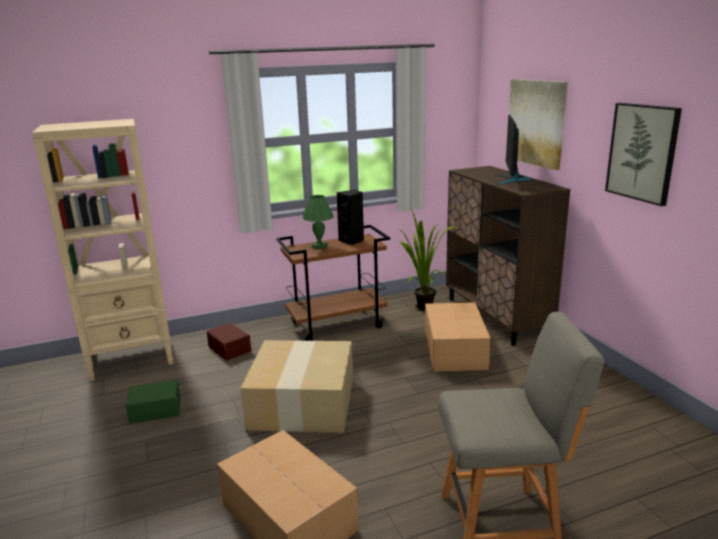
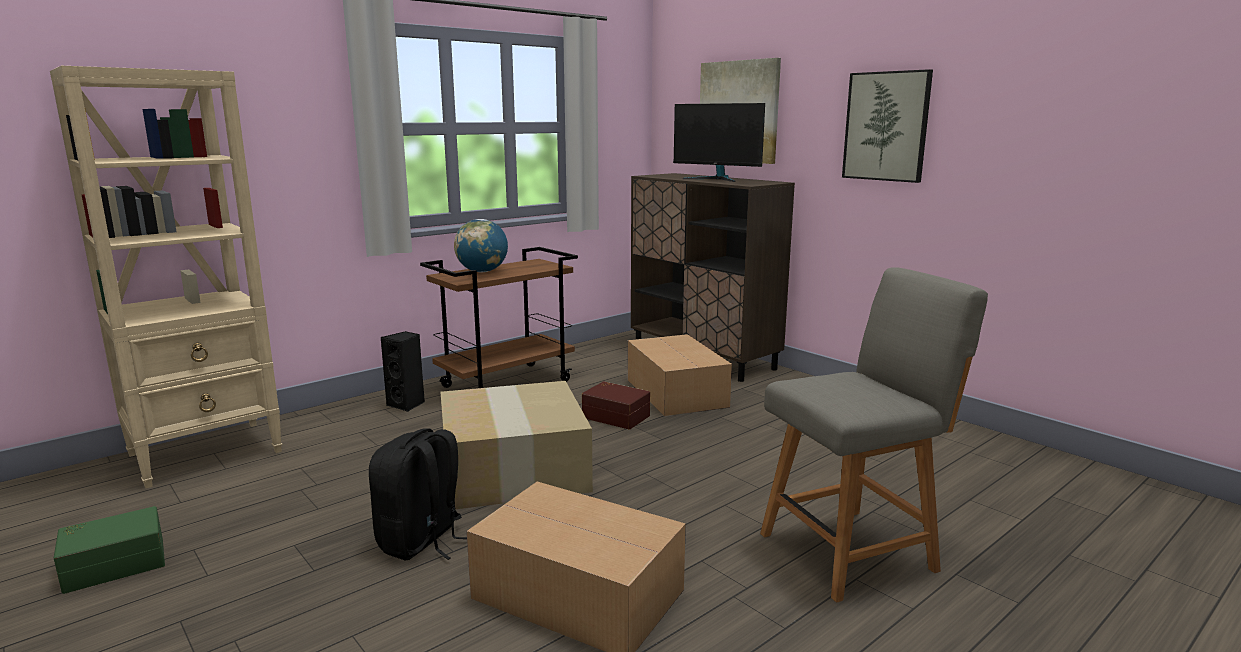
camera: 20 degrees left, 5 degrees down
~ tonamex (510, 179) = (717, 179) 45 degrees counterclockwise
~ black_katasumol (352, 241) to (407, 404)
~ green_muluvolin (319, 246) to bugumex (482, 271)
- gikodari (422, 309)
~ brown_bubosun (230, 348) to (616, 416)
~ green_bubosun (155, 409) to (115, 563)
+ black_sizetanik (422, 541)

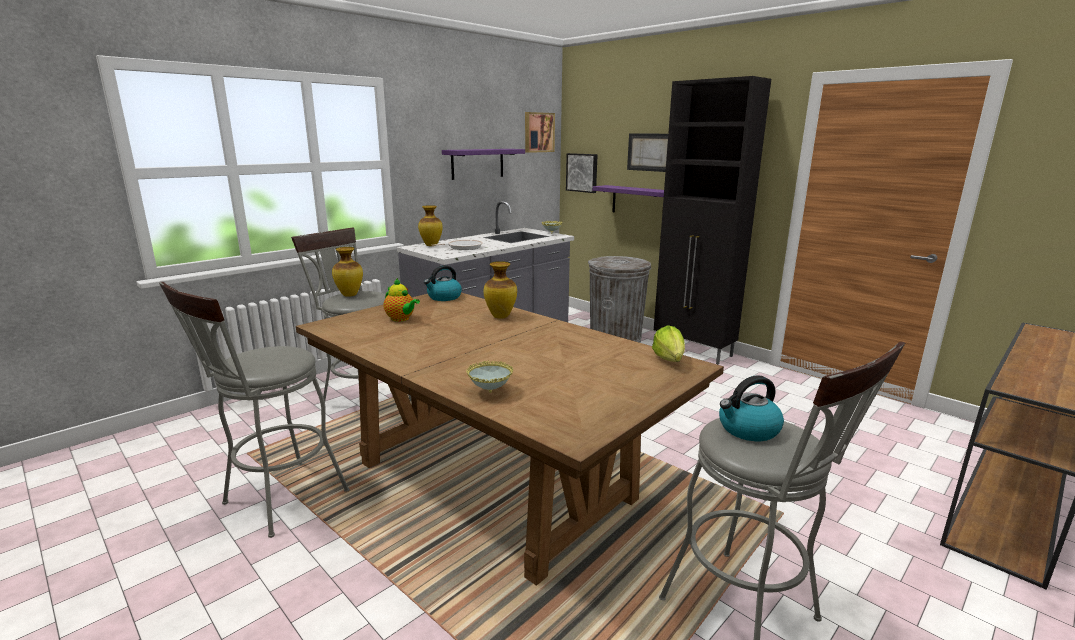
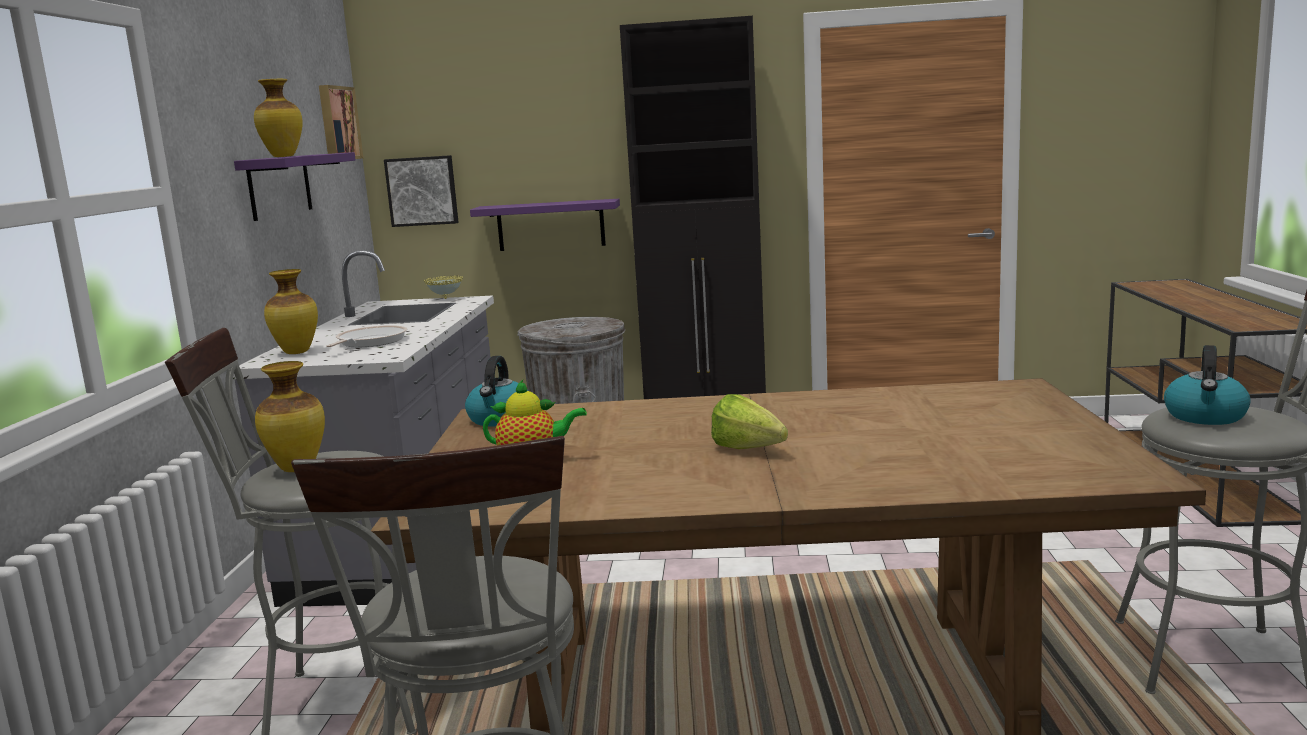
camera: 40 degrees left, 5 degrees down
- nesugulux (649, 152)
~ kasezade (500, 316) to (282, 156)
~ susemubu (669, 362) to (752, 451)
- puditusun (490, 392)

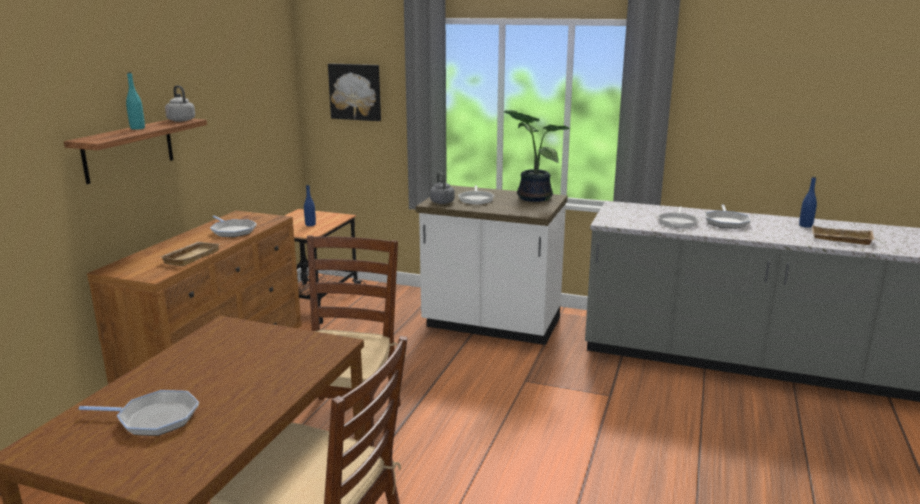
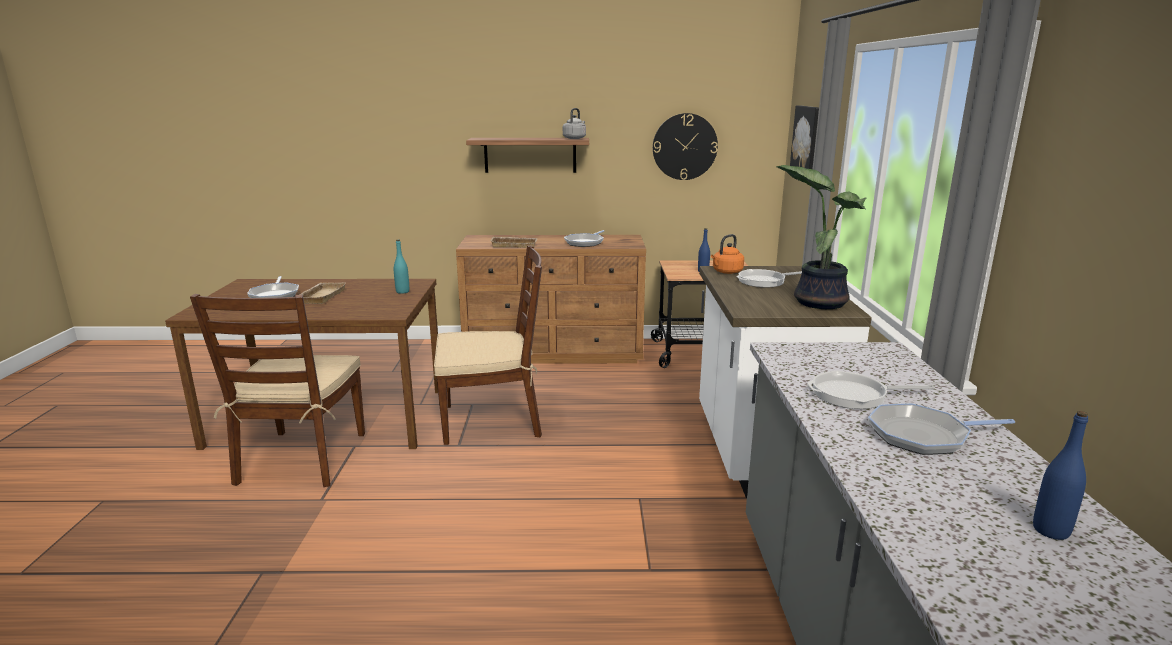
camera: 70 degrees right, 0 degrees up
~ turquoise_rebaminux (137, 128) to (402, 291)
~ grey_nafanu (442, 203) to orange_nafanu (726, 272)
~ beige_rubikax (840, 239) to (321, 296)
+ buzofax (684, 146)

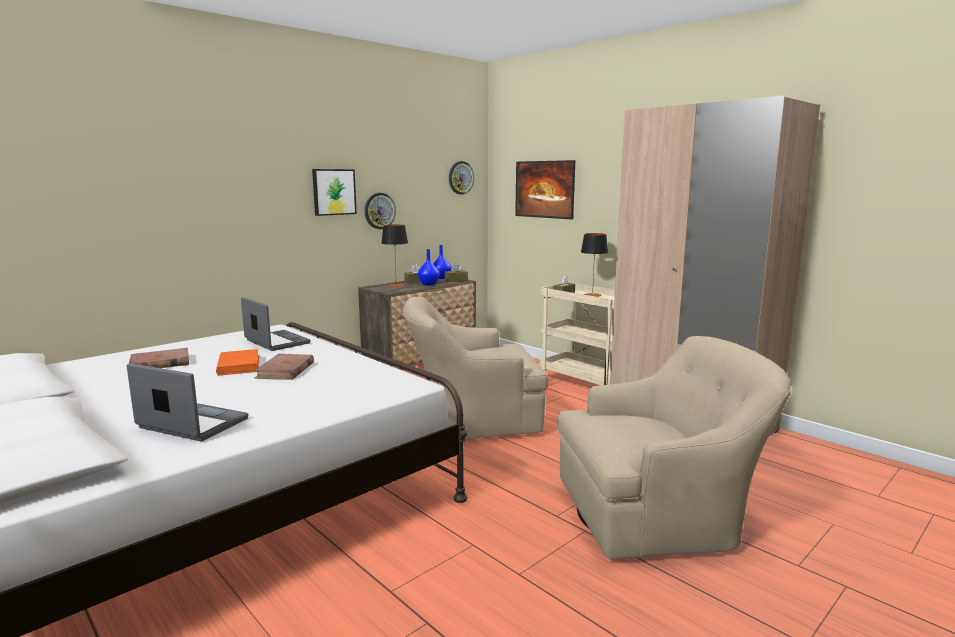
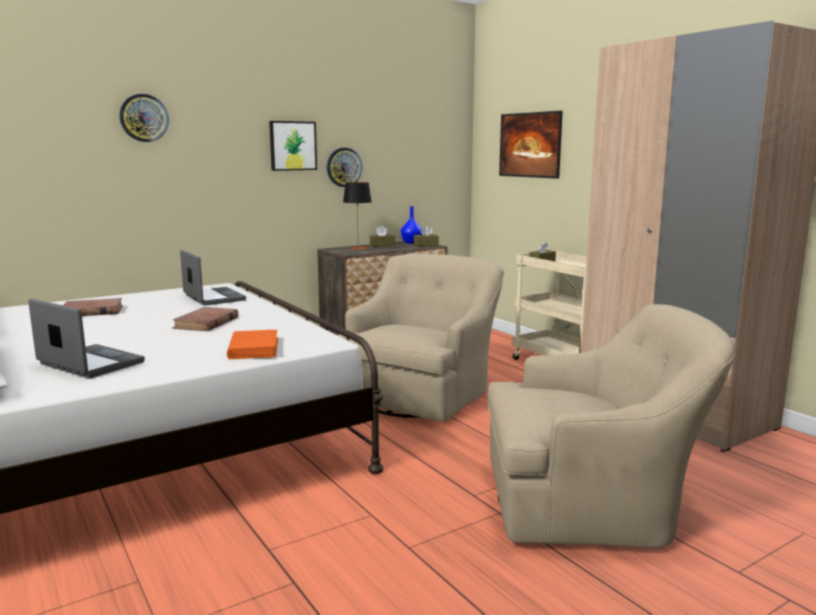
camera: 10 degrees right, 0 degrees up
~ buzofax (460, 178) to (144, 118)
- muluvolin (592, 295)
- blue_kasezade (429, 284)
~ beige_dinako (471, 418) = (420, 393) 120 degrees clockwise
~ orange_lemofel (239, 365) to (254, 348)

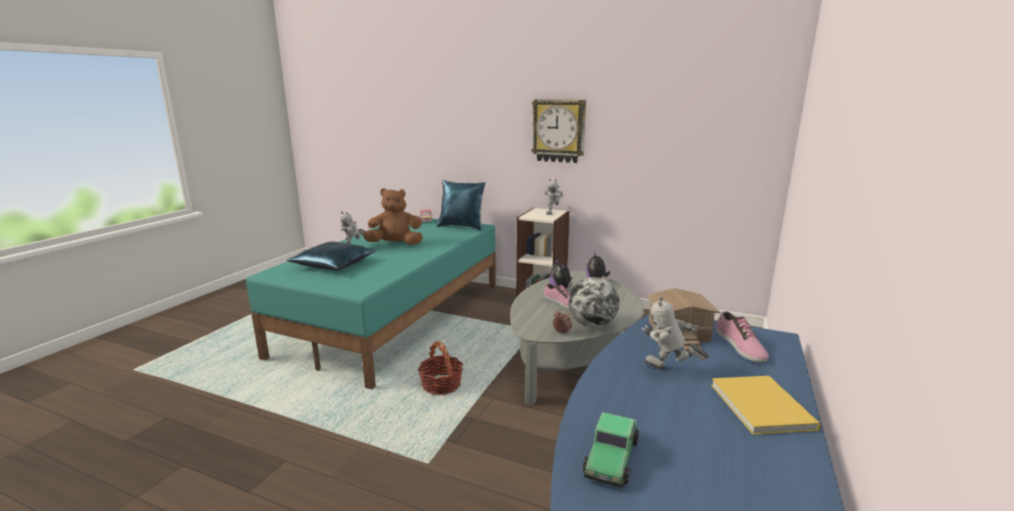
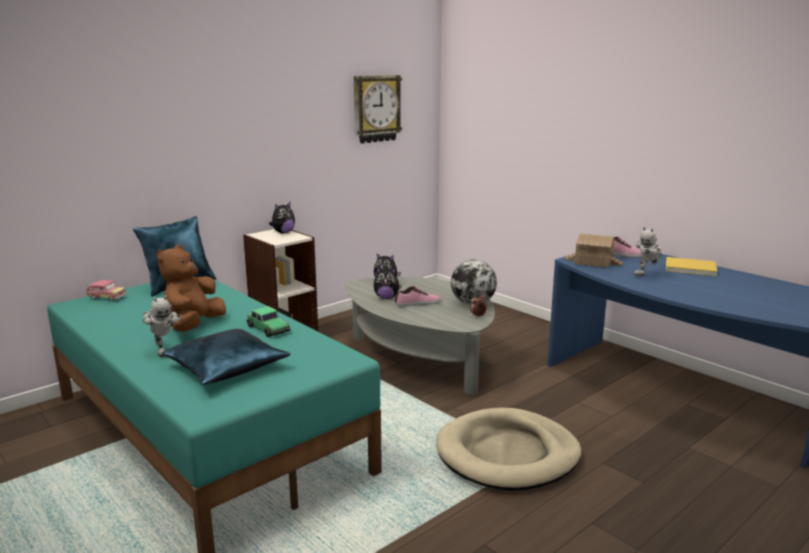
camera: 65 degrees left, 0 degrees up
~ buzofax (559, 131) to (376, 109)
~ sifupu (553, 213) to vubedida (283, 232)
- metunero (441, 385)
~ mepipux (611, 457) to (268, 329)
+ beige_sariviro (507, 454)

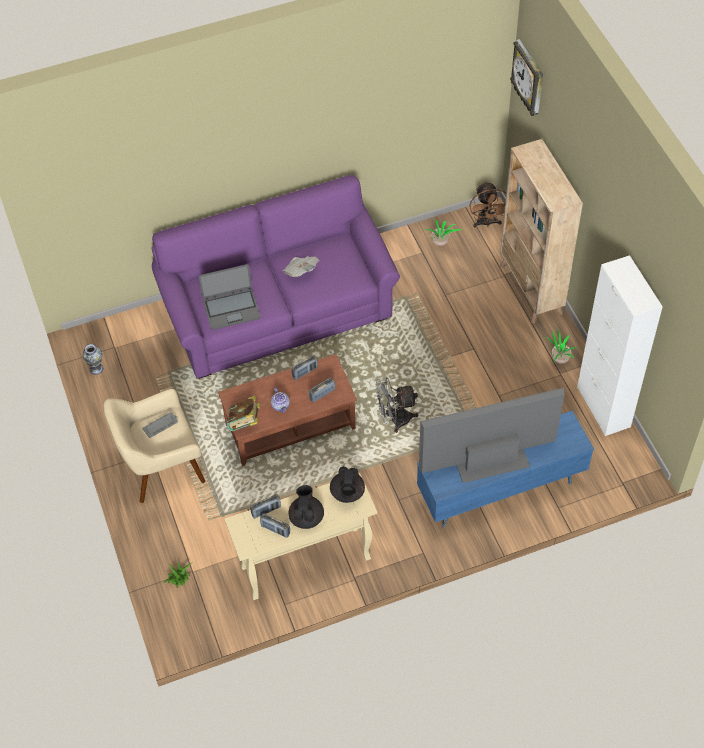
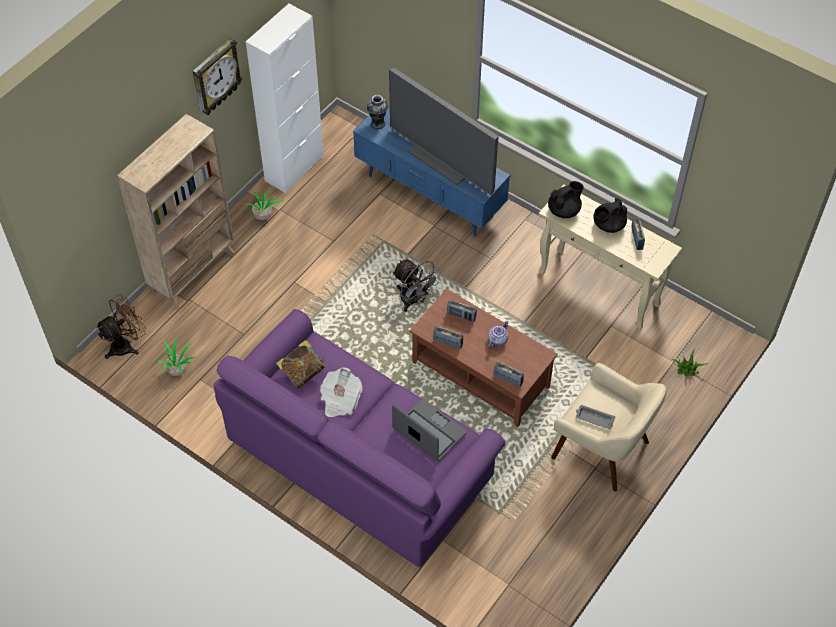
camera: 125 degrees left, 0 degrees up
~ buzofax (529, 79) to (215, 77)
~ kasezade (96, 368) to (378, 124)
~ lemofel (245, 422) to (302, 372)
~ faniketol (266, 511) to (508, 379)

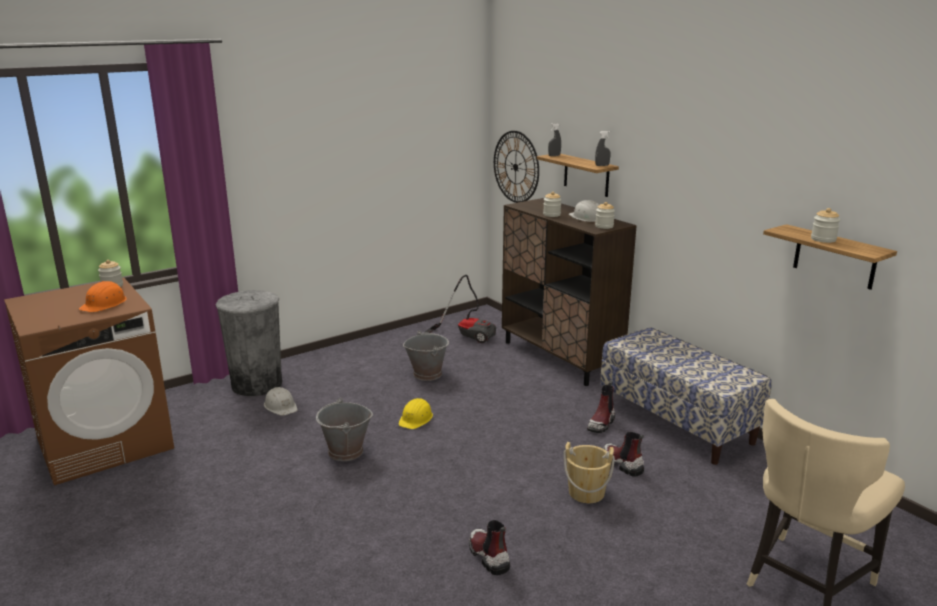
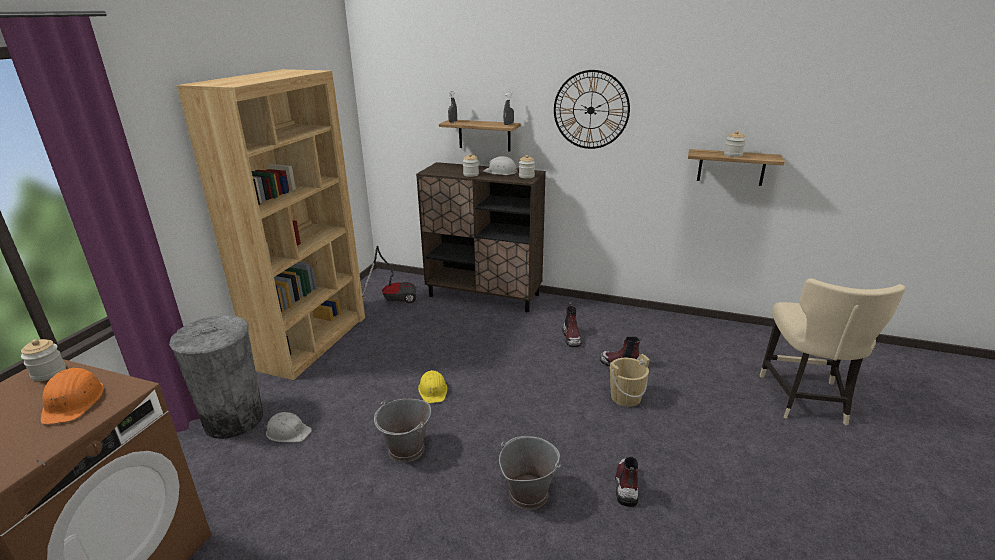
camera: 35 degrees left, 5 degrees up
~ buzofax (515, 167) to (591, 110)
- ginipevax (677, 423)
~ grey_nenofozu (427, 374) to (528, 493)
~ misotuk (488, 556) = (626, 485) 75 degrees clockwise
+ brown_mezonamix (312, 341)

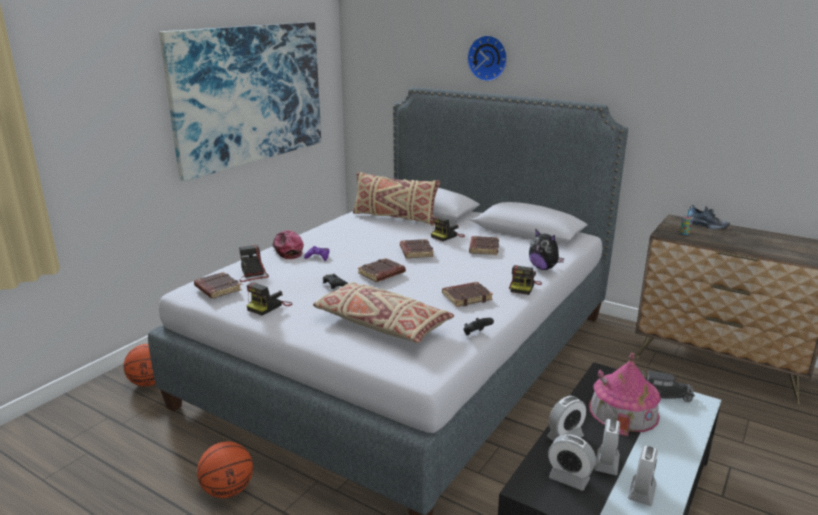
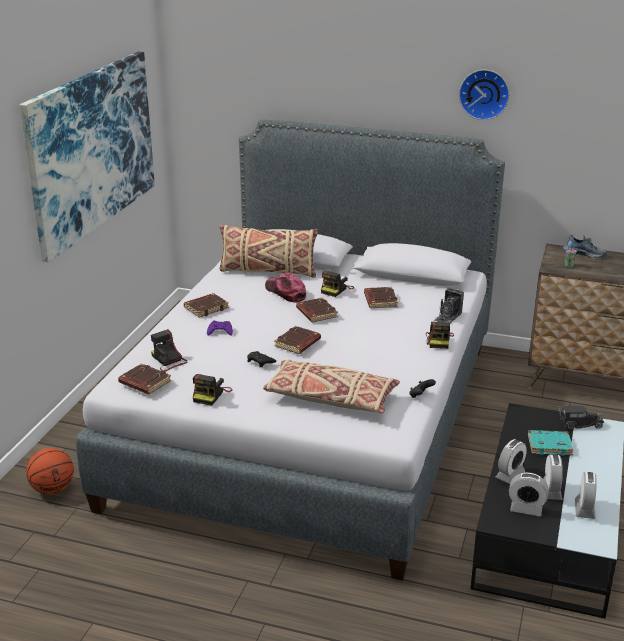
camera: 15 degrees left, 5 degrees up
~ buzofax (488, 58) to (484, 94)
~ vubedida (543, 268) to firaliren (448, 317)
~ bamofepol (287, 250) to (285, 292)
~ brown_lemofel (467, 297) to (206, 308)
~ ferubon (623, 411) to turquoise_lemofel (550, 445)
- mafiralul (228, 490)

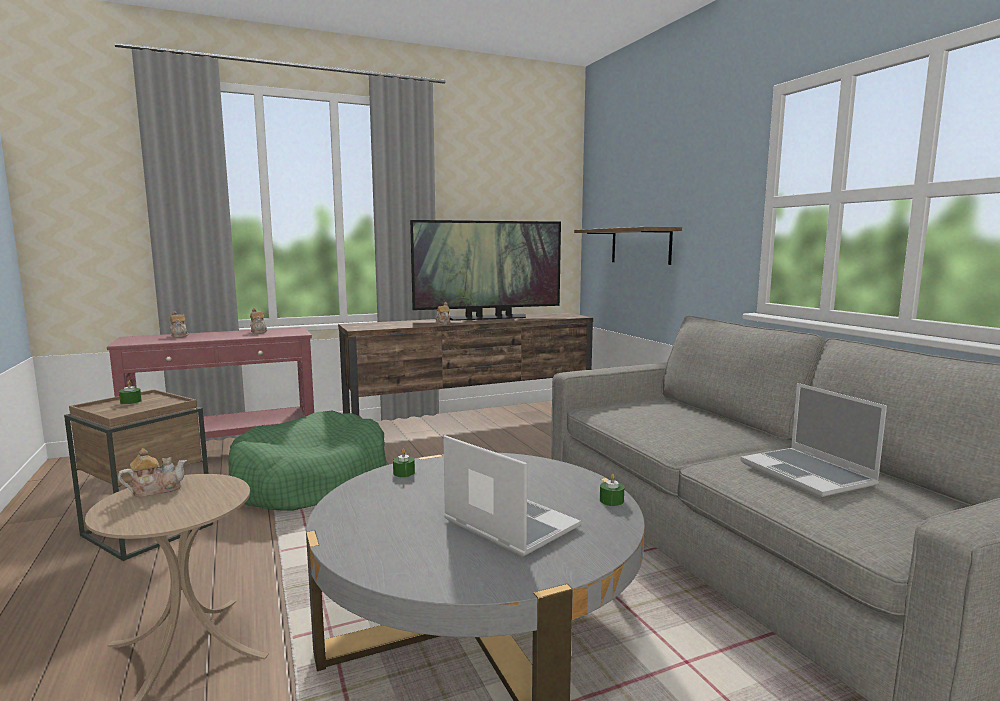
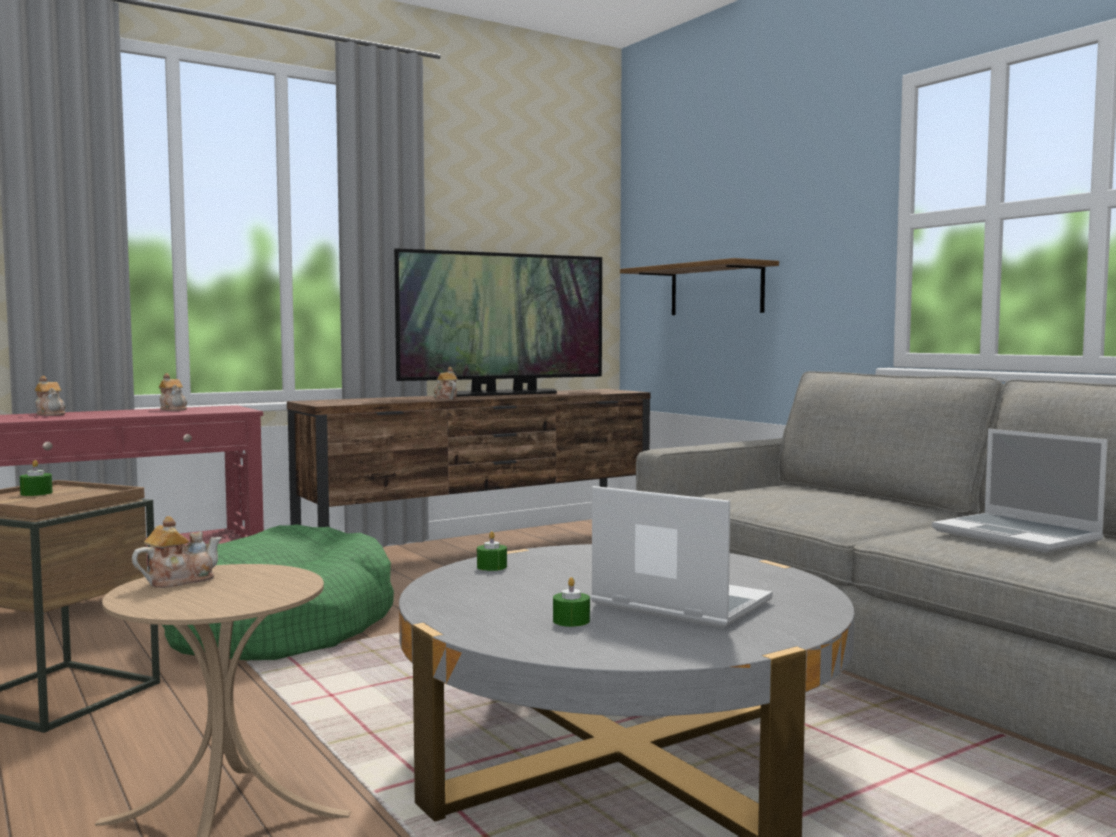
camera: 10 degrees left, 5 degrees down
~ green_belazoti (611, 500) to (571, 621)

